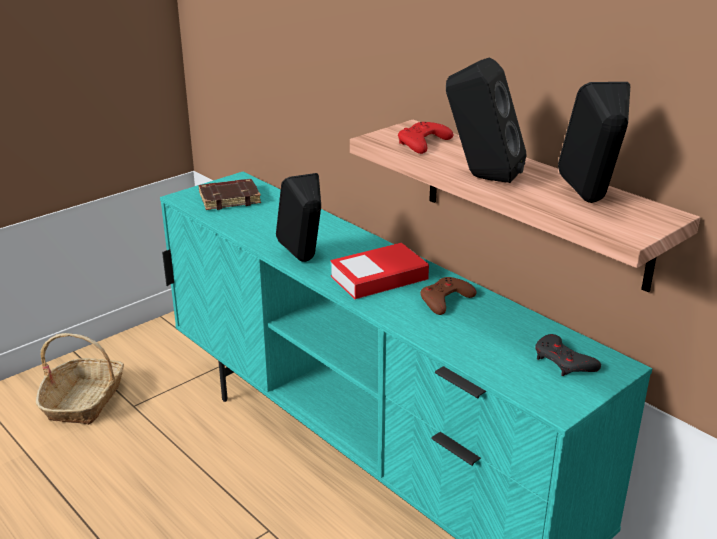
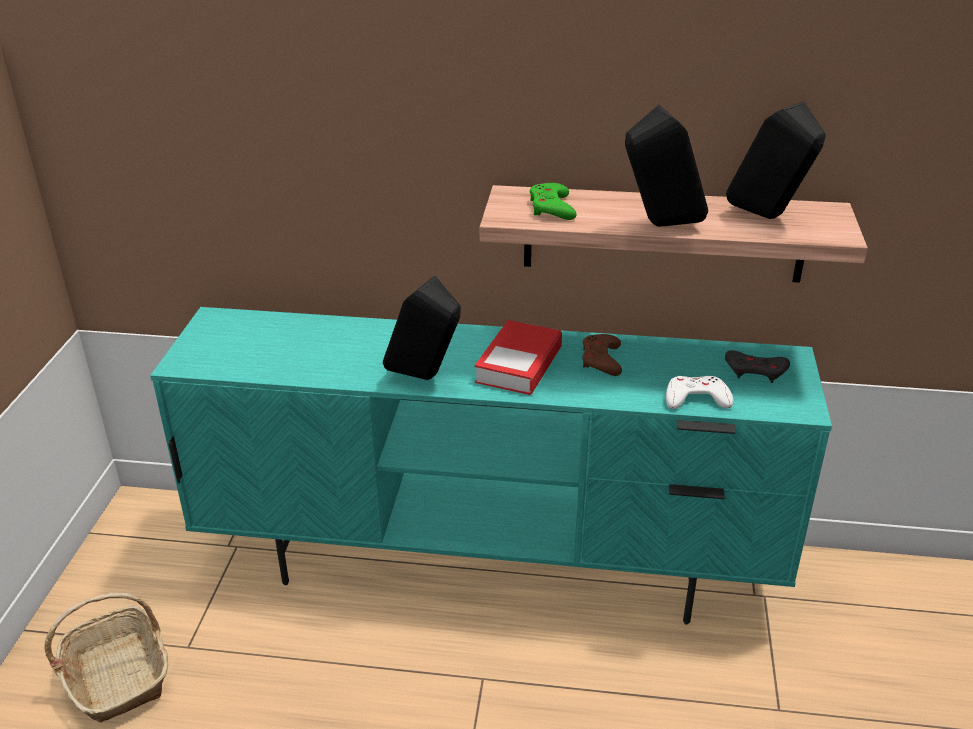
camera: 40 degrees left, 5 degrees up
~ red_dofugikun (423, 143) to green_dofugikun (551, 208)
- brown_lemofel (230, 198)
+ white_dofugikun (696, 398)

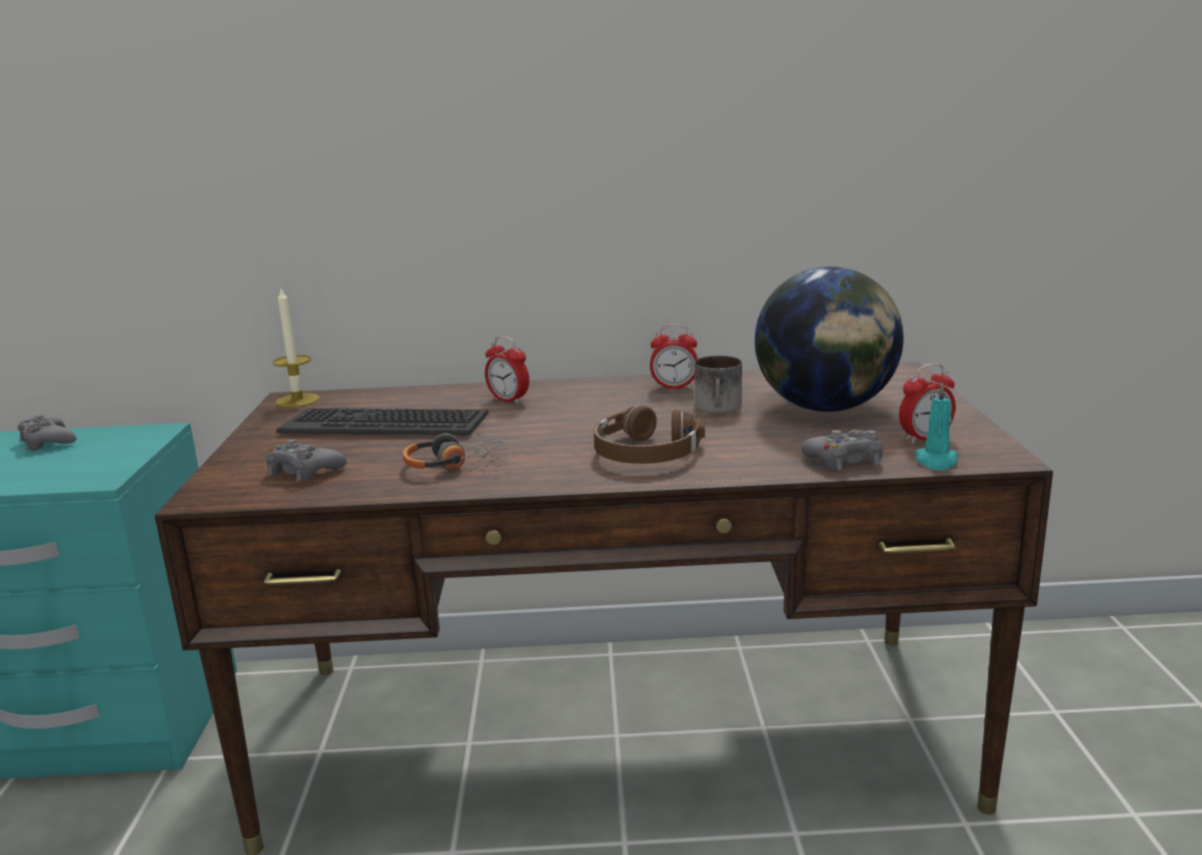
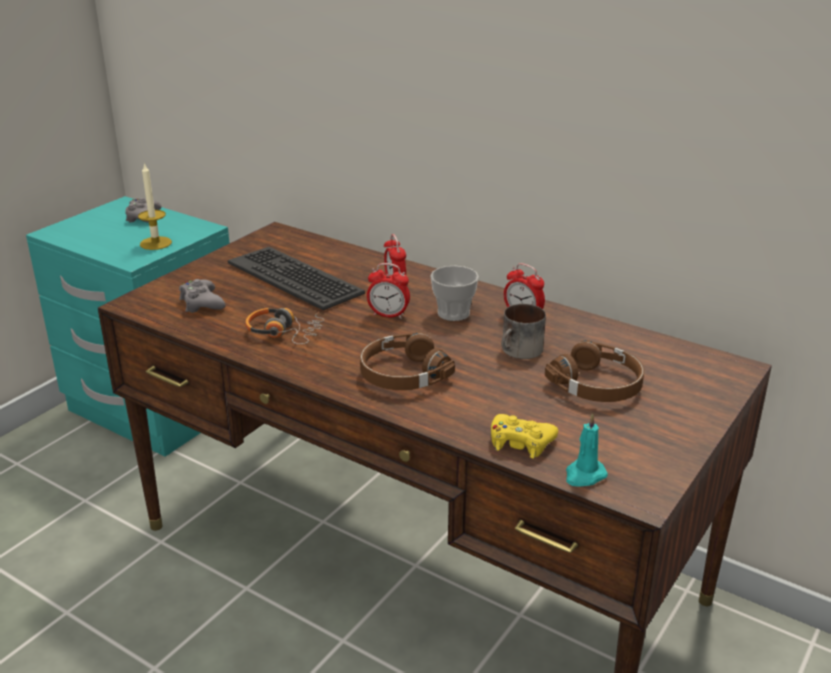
camera: 35 degrees right, 10 degrees up
~ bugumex (826, 408) to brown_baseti (598, 385)
~ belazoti (297, 400) to (155, 243)
~ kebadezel (925, 438) to (388, 315)
~ grey_dofugikun (845, 460) to yellow_dofugikun (520, 442)
+ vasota (453, 313)

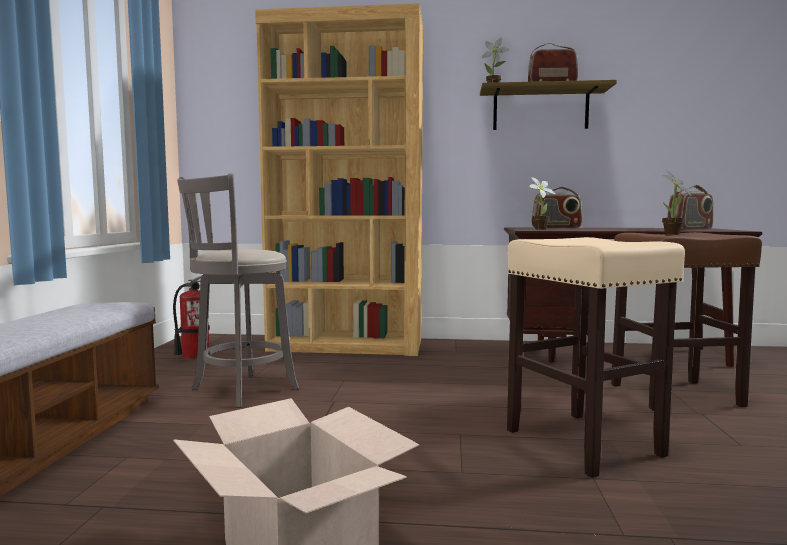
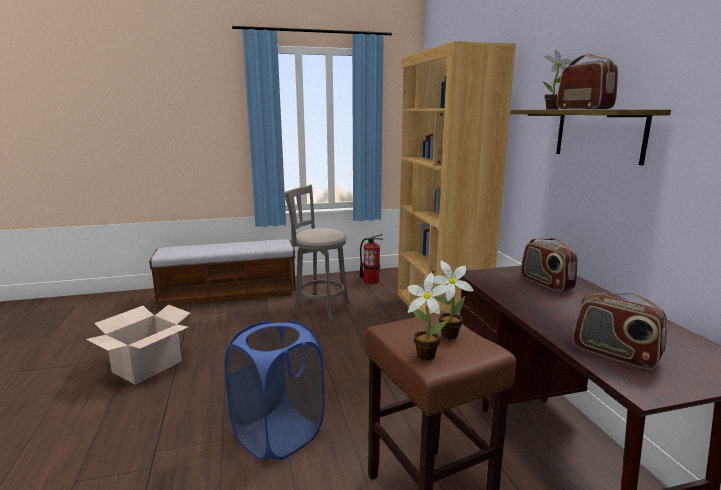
camera: 70 degrees right, 10 degrees up
~ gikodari (538, 229) to (423, 354)
~ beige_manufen (584, 443) to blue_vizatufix (278, 435)

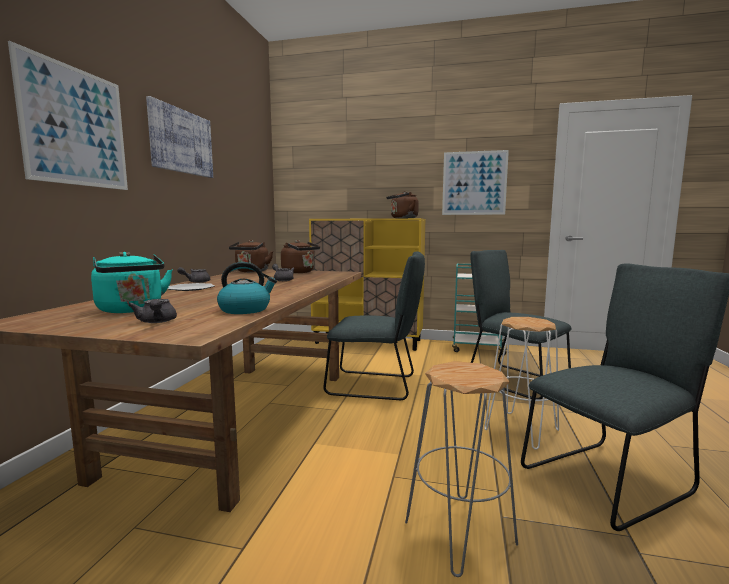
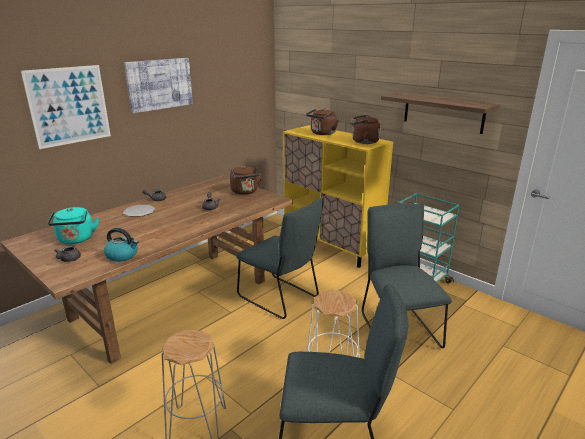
camera: 30 degrees right, 15 degrees up
~ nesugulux (474, 183) to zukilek (443, 112)
~ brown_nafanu (251, 271) to (322, 133)

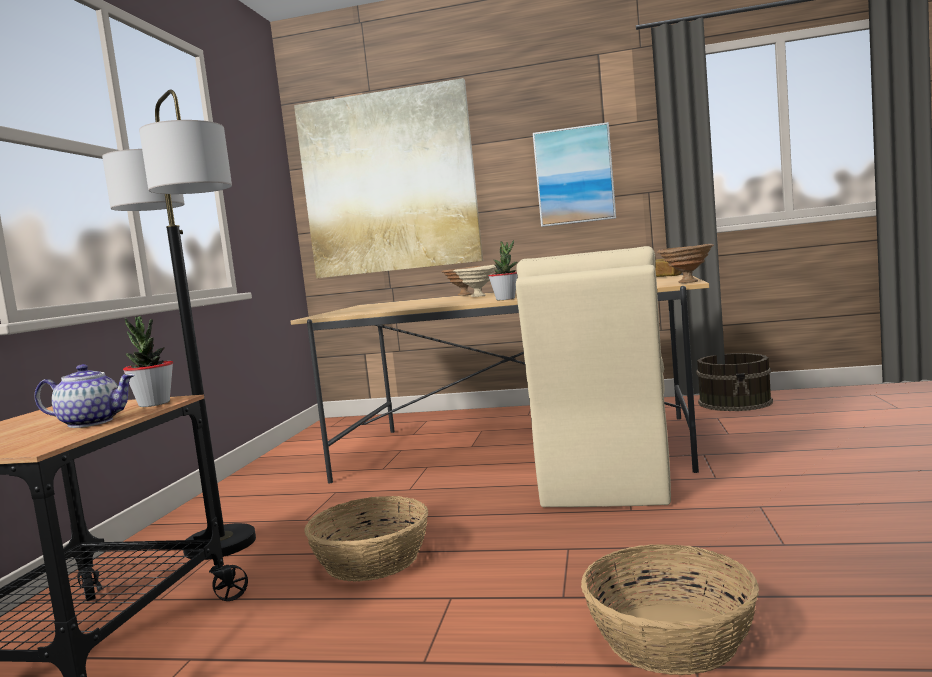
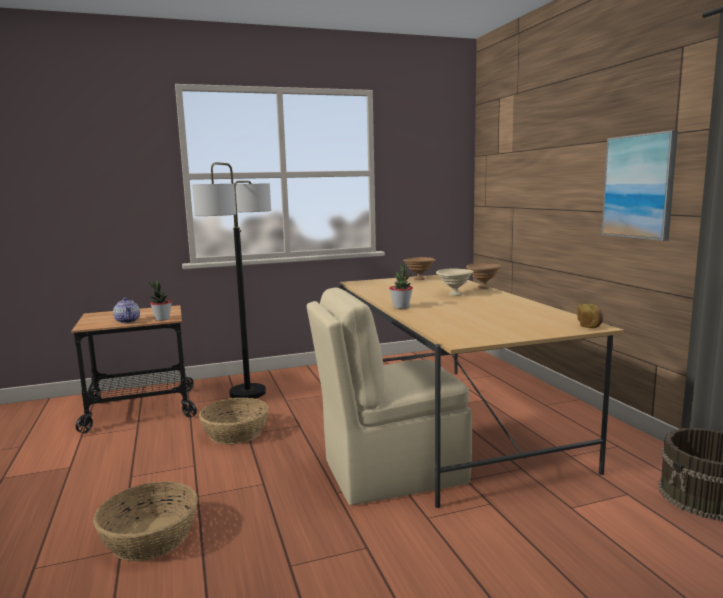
camera: 60 degrees right, 5 degrees up
- nesugulux (389, 182)
~ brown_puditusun (687, 282) to (418, 279)

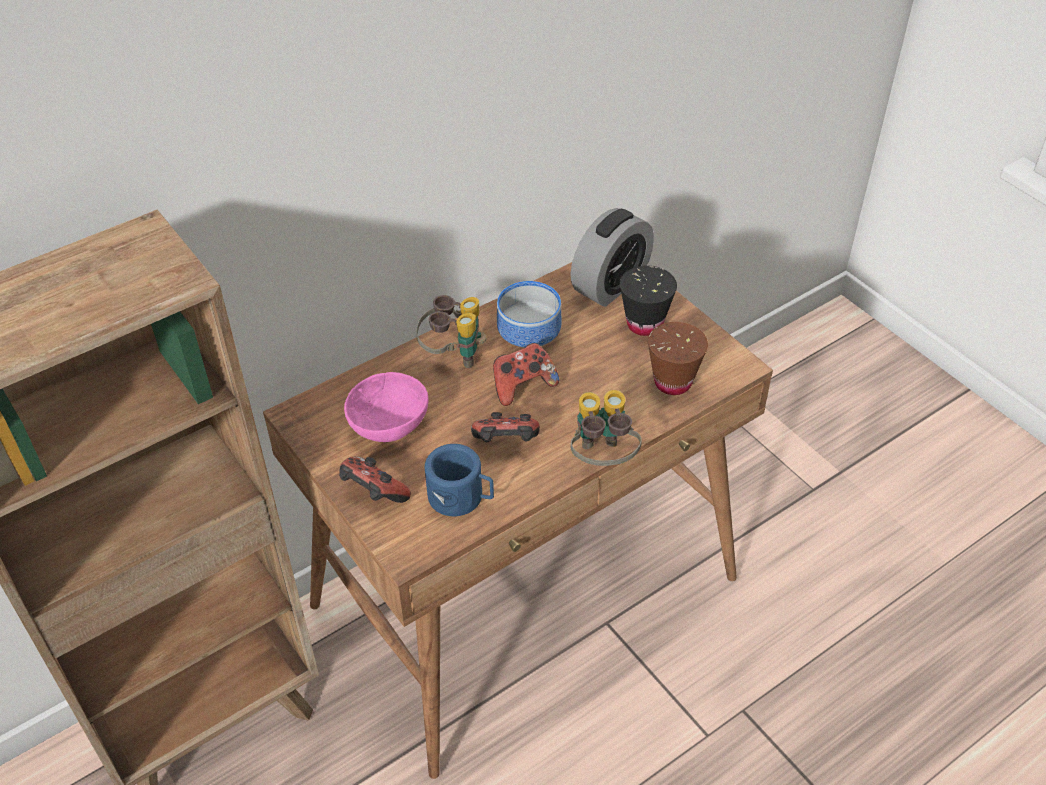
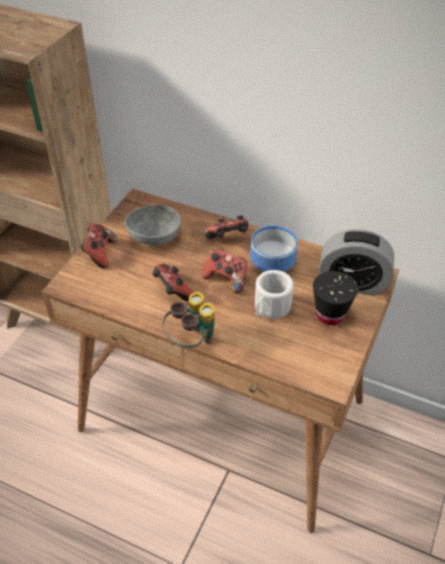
camera: 60 degrees right, 0 degrees up
~ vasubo (453, 355) to dofugikun (228, 239)
- brown_vasota (672, 382)
~ pink_puditusun (387, 424) to grey_puditusun (154, 236)
- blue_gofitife (461, 497)
+ white_gofitife (270, 308)

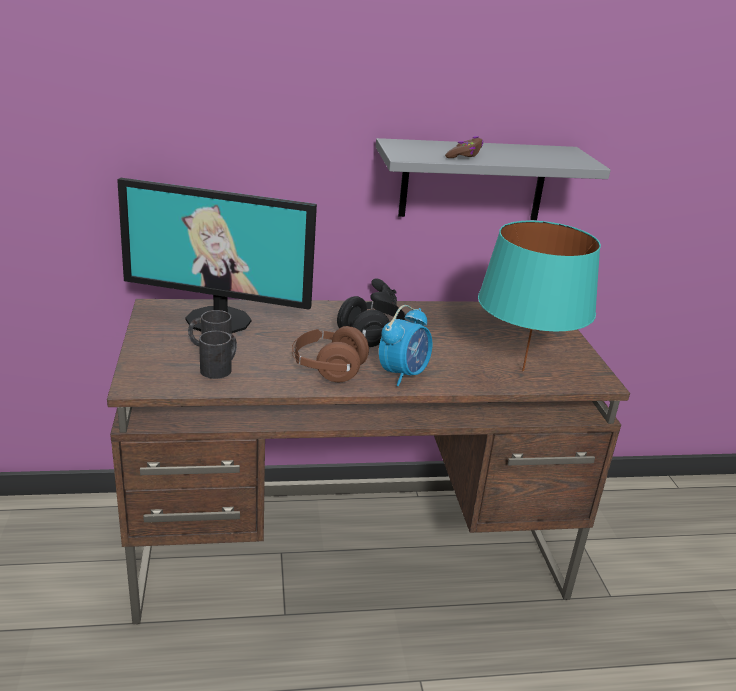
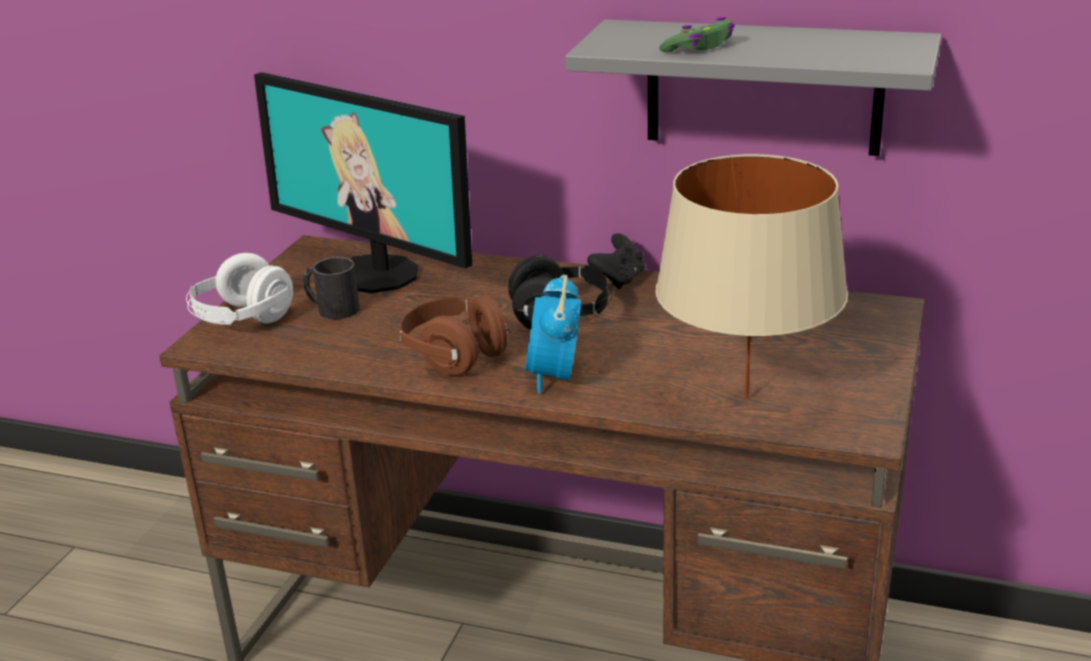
camera: 30 degrees right, 0 degrees up
~ brown_dofugikun (464, 155) to green_dofugikun (699, 47)
~ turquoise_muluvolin (523, 370) to beige_muluvolin (746, 397)
~ kebadezel (403, 374) = (554, 377) 120 degrees clockwise
- black_gofitife (220, 368)
+ white_baseti (242, 320)

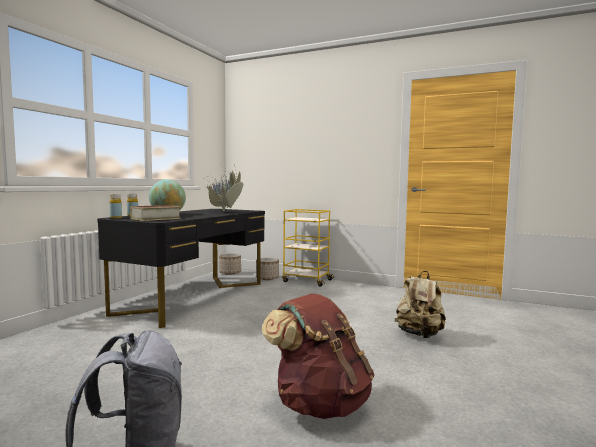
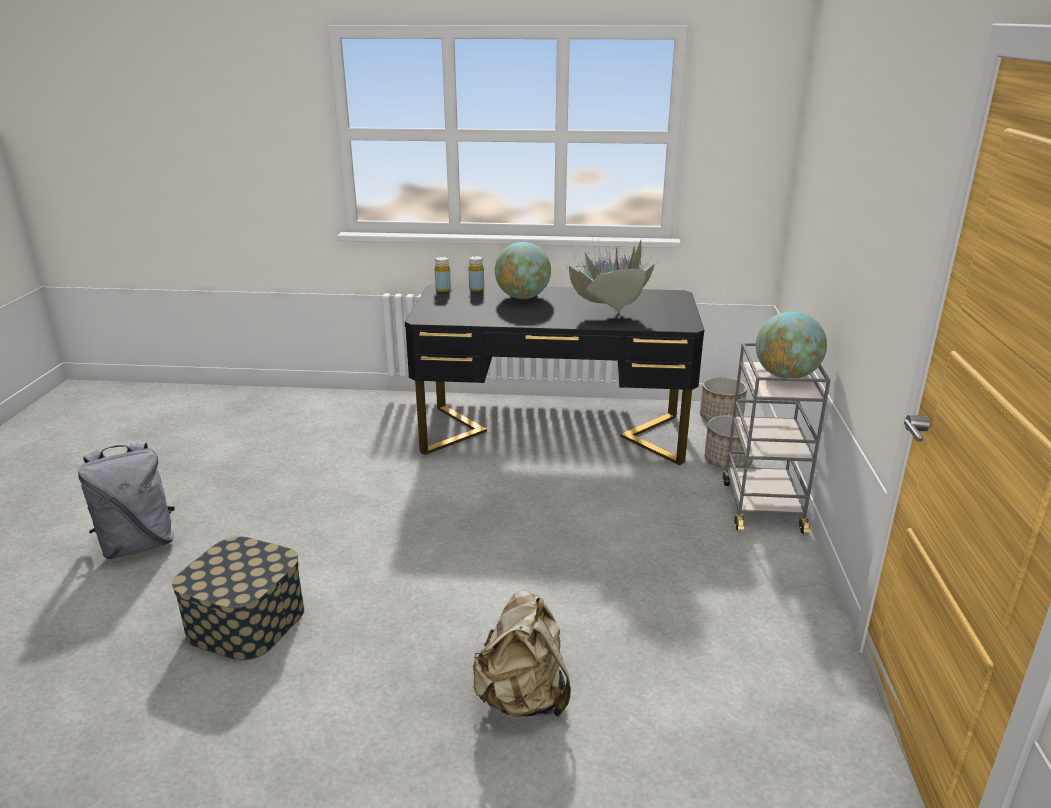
camera: 70 degrees right, 20 degrees up
- lemofel (156, 218)
~ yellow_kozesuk (306, 281) to grey_kozesuk (762, 506)
~ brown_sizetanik (319, 404) to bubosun (246, 621)
+ bugumex (786, 376)

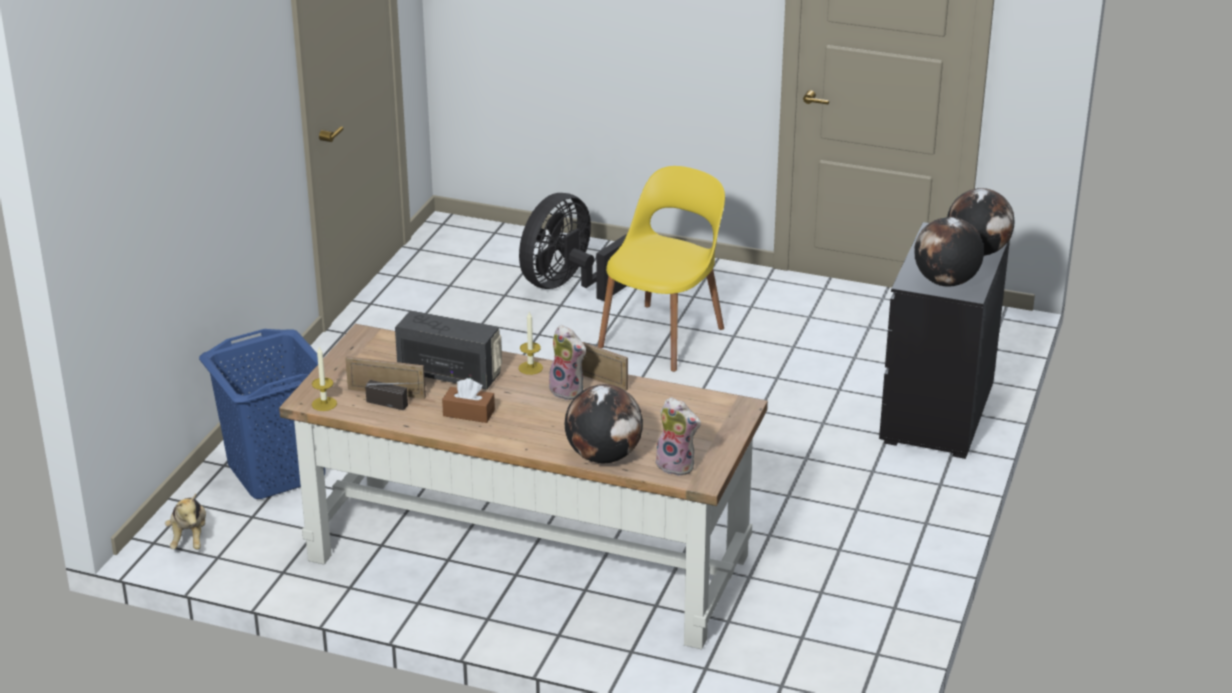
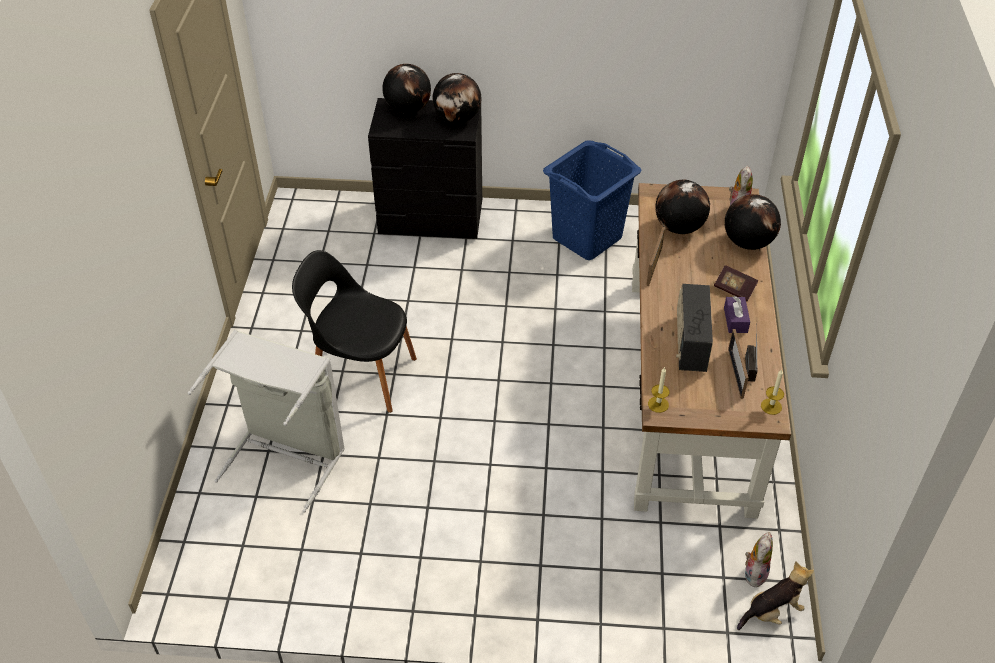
camera: 105 degrees left, 15 degrees up
~ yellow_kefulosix (663, 336) to black_kefulosix (361, 375)
~ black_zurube (568, 286) to grey_vizatufix (287, 456)
~ belazoti (530, 368) to (658, 404)
~ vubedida (569, 391) to (754, 572)
~ blue_vizatufix (276, 472) to (587, 238)
~ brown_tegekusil (469, 413) to purple_tegekusil (735, 320)
+ bugumex (679, 227)
+ lemofel (734, 289)

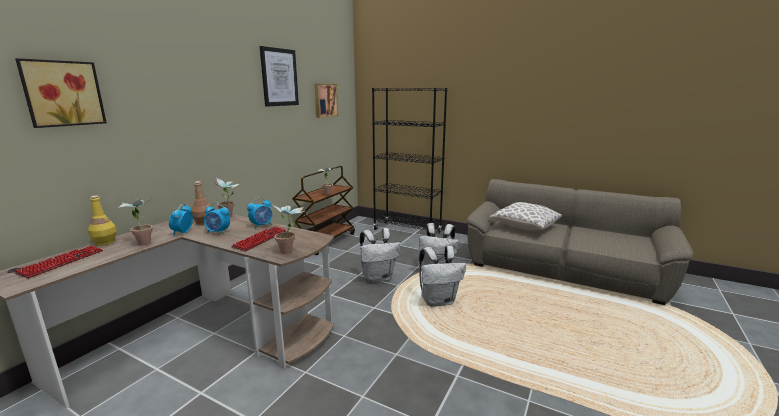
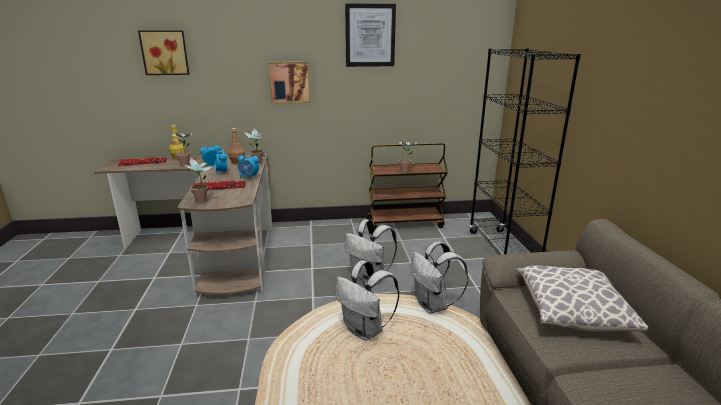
camera: 55 degrees right, 5 degrees up
~ nesugulux (325, 100) to (290, 82)

